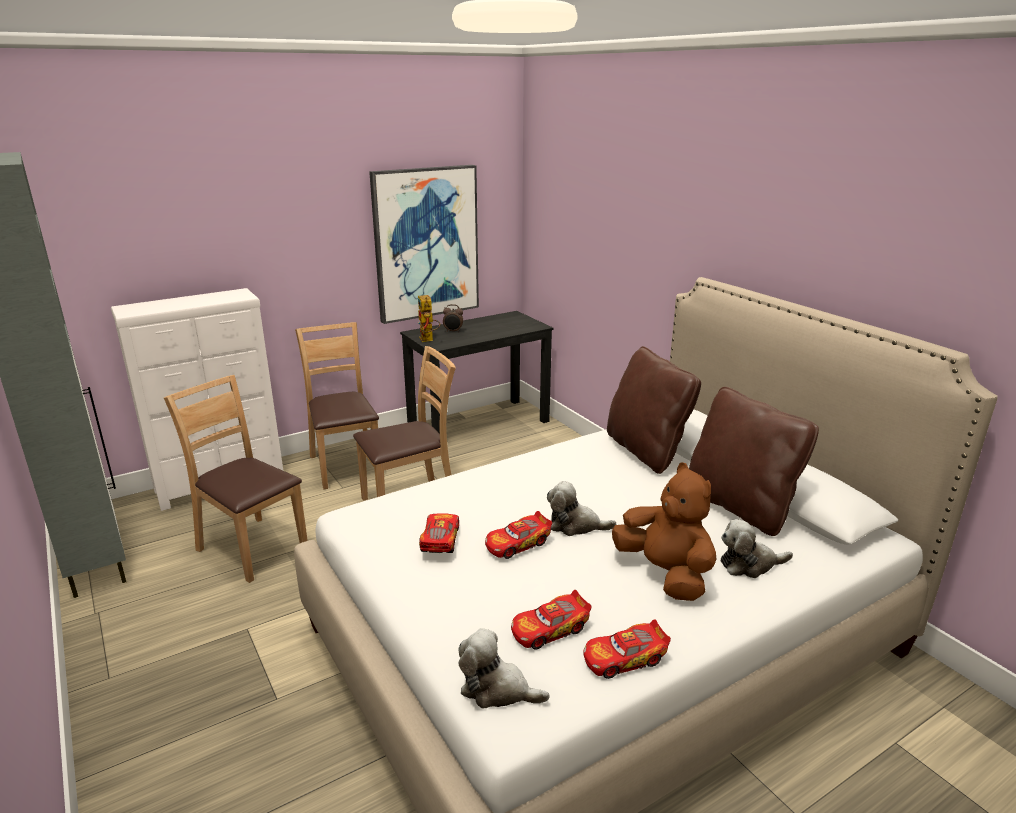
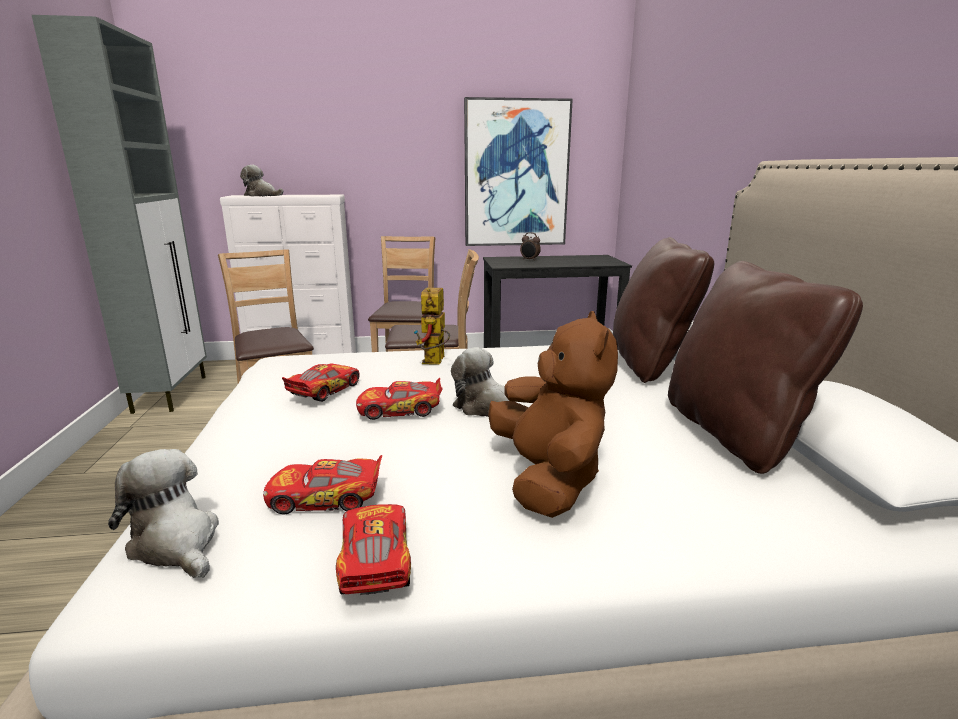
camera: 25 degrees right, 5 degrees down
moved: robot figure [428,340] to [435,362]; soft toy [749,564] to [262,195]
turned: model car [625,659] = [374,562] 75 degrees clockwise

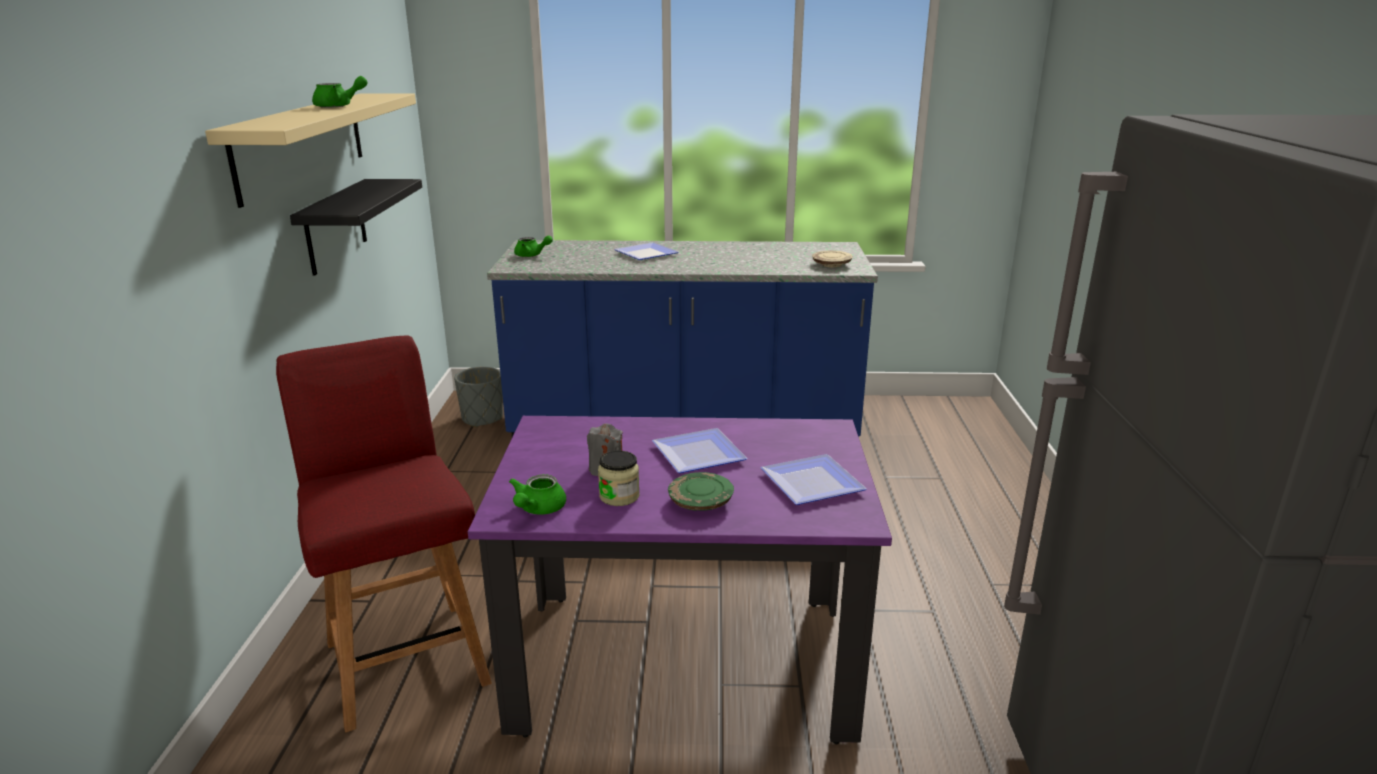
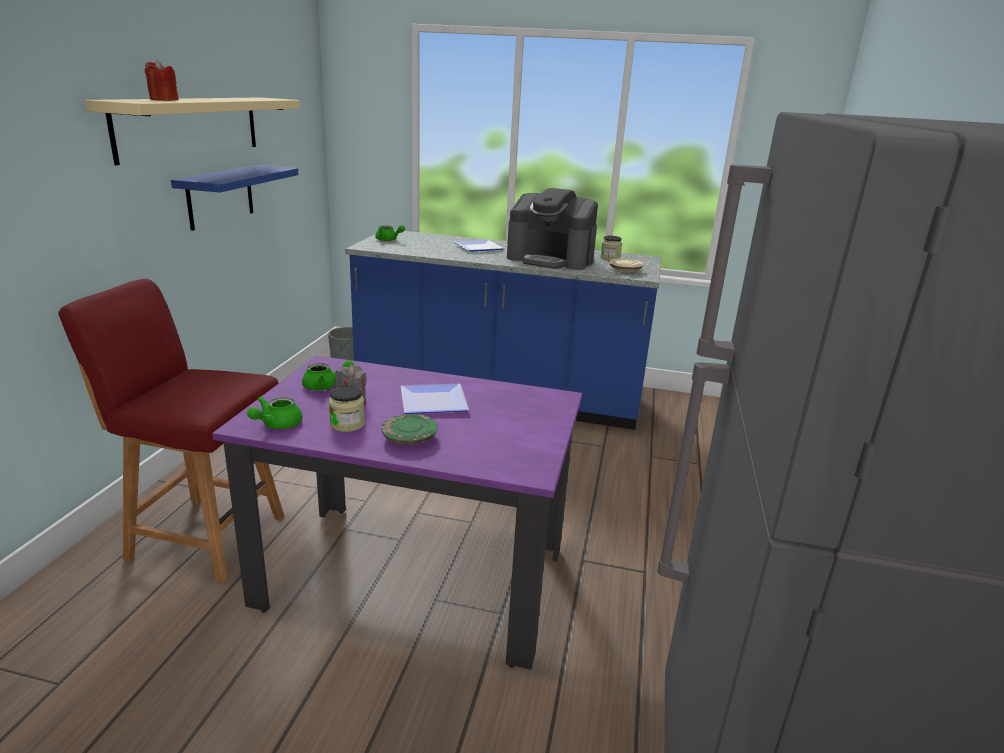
camera: 10 degrees right, 0 degrees up
removed: dinner plate [810,485]
added: wax light in reddish [163,100]; coffee machine [551,259]; preserve jar [610,258]
moved: pot for tea in green [338,106] to [325,386]
recoloured: bracket shelf in black [335,226] to bracket shelf in bluish [220,196]
turned: upright chair in reddish [406,659] = [204,536] 60 degrees counterclockwise

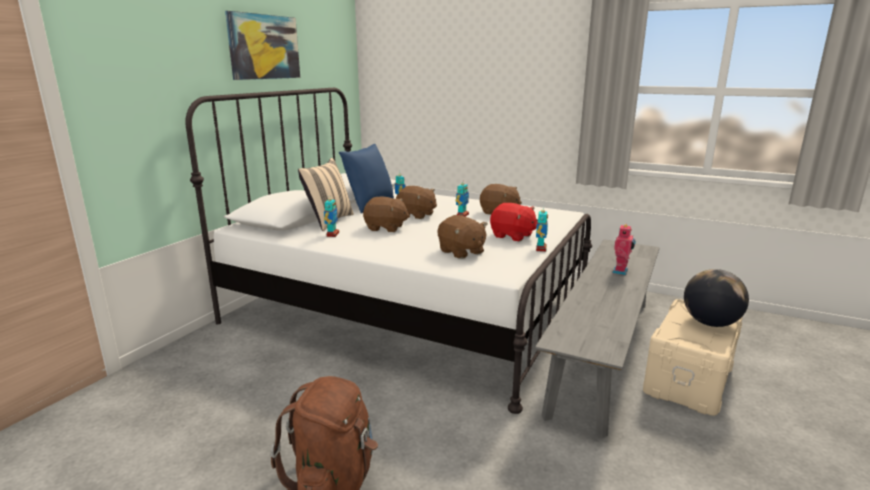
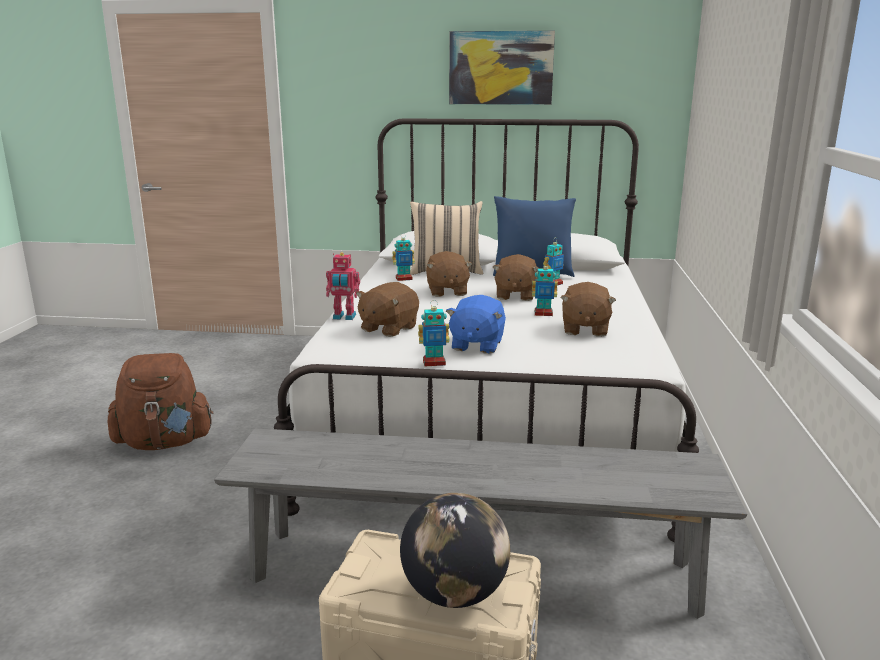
camera: 70 degrees right, 0 degrees up
moved: robot figure [621,271] to [344,317]
recoloured: soft toy in reddish [512,236] to soft toy in bluish [476,345]

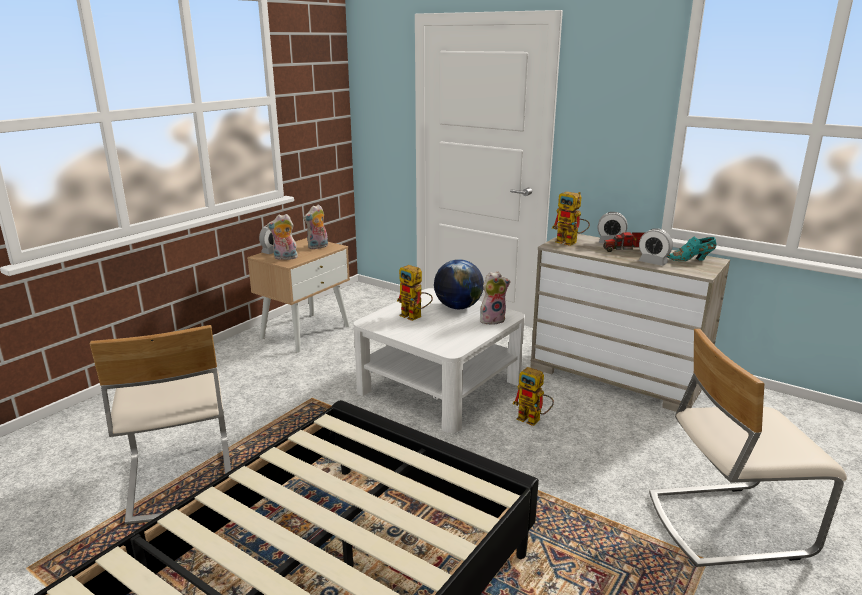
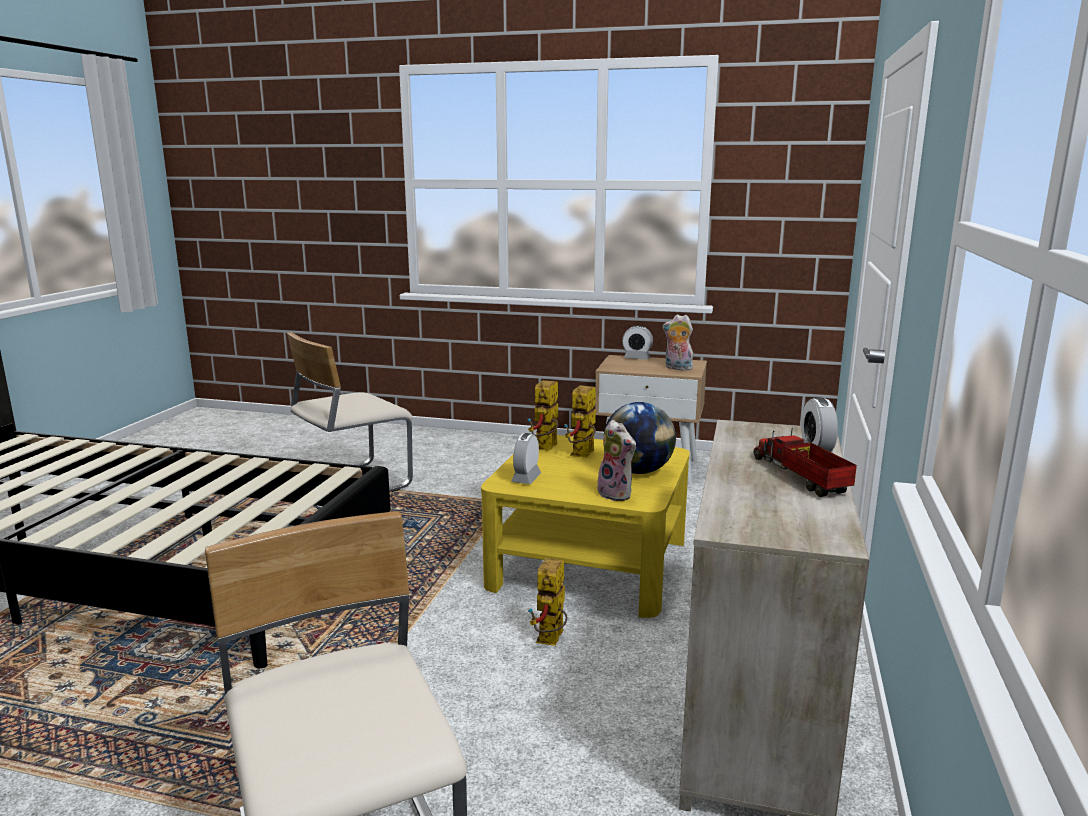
camera: 70 degrees right, 5 degrees down
removed: soft toy [285,258]; low shoe in turquoise [691,260]
moved: robot figure [571,243] to [546,448]; table clock [653,262] to [526,478]
recoloured: lounge table in white-coloured [441,386] to lounge table in yellowish [590,563]

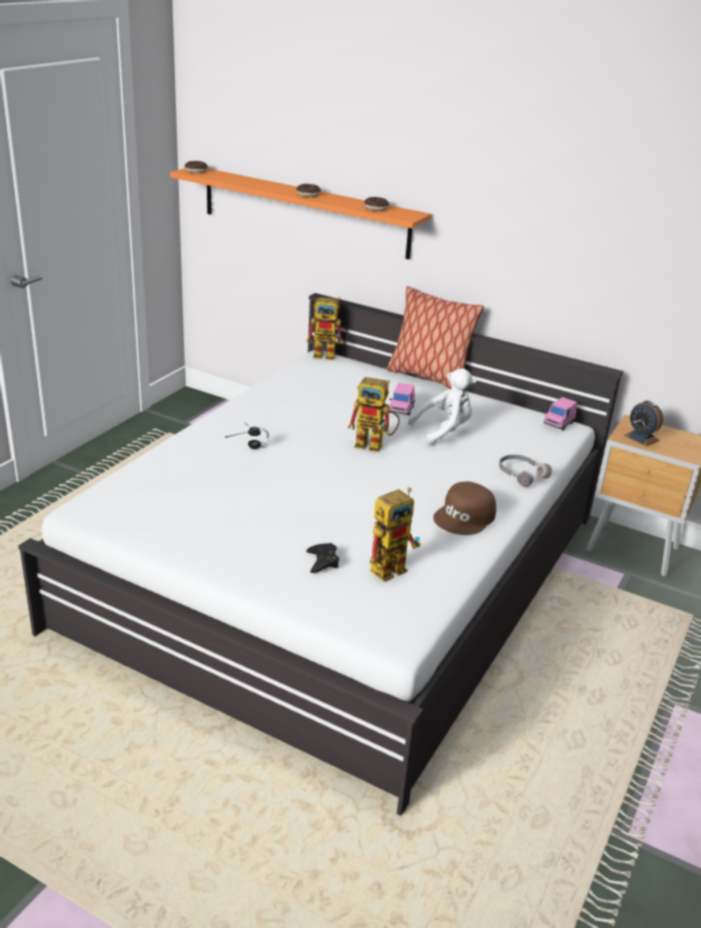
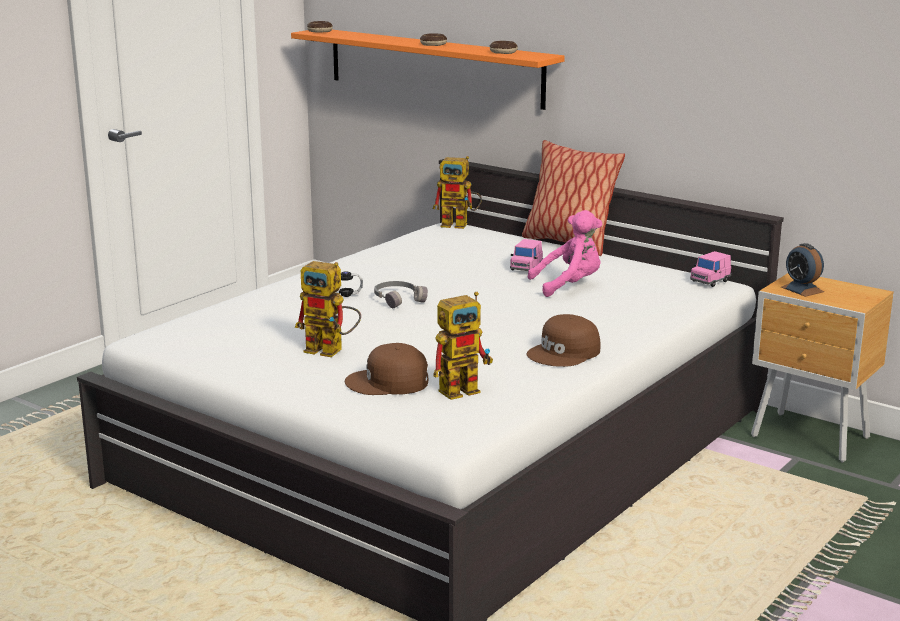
camera: 10 degrees right, 10 degrees down
moved: robot figure [375,445] to [332,350]; headphones in grey [521,474] to [398,299]
replaced: gamepad in black [322,561] to peaked cap in brown-coloured [388,382]
recoloured: soft toy in white-coloured [444,431] to soft toy in pinkish [569,286]

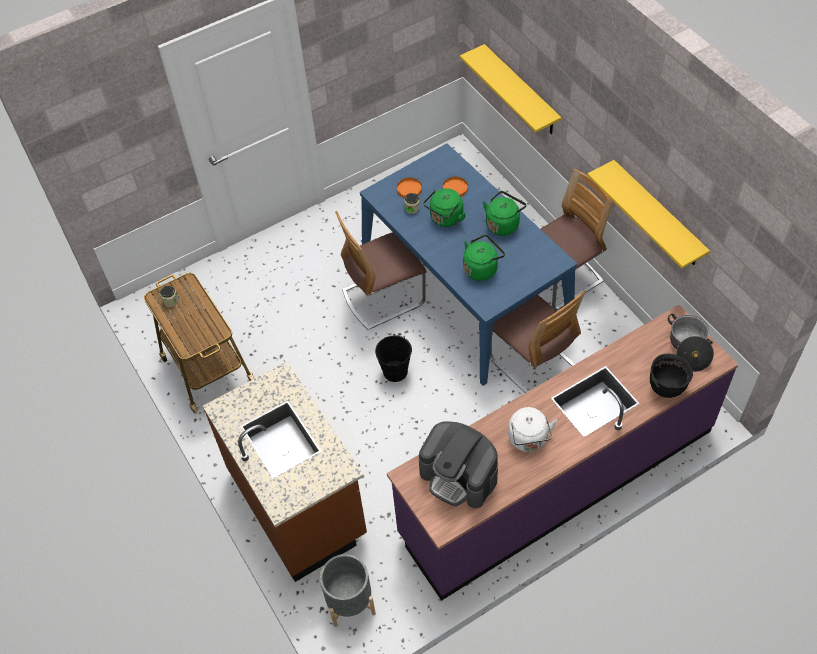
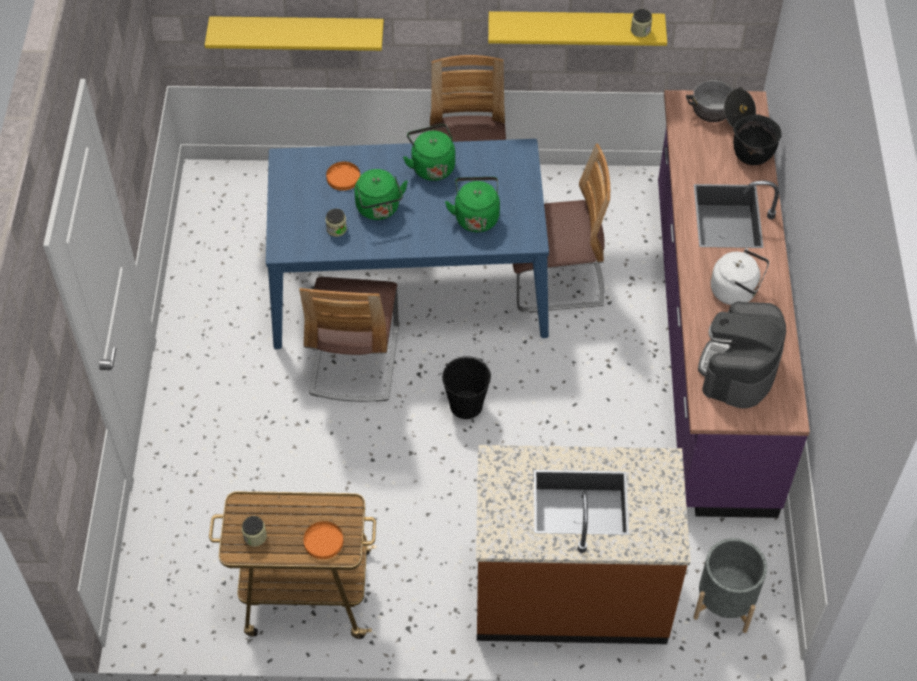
camera: 60 degrees left, 0 degrees up
added: preserve jar [640,30]
moved: dinner plate in orange [409,189] to [323,541]
turned: coffee machine [459,476] = [738,370] 135 degrees clockwise

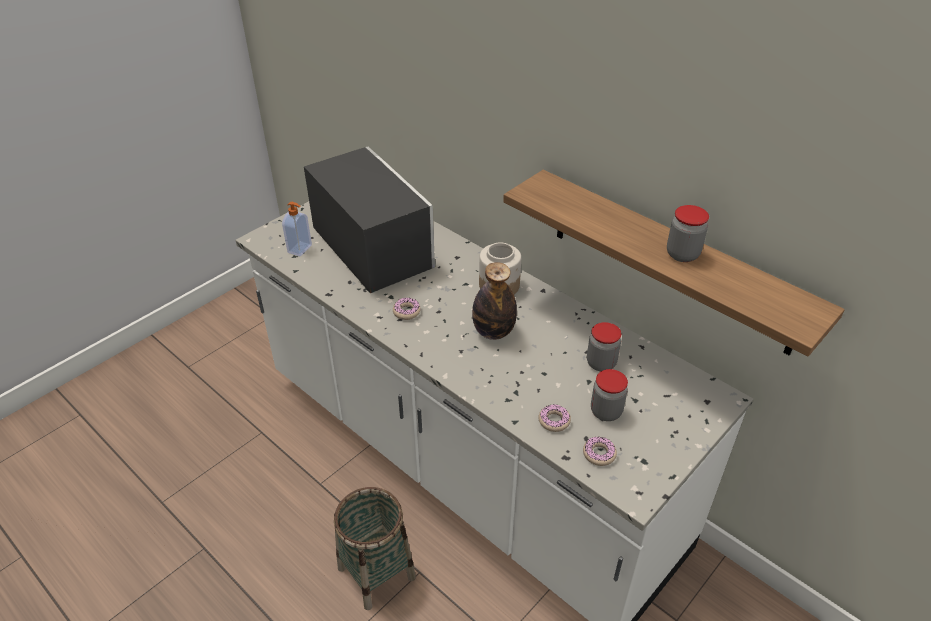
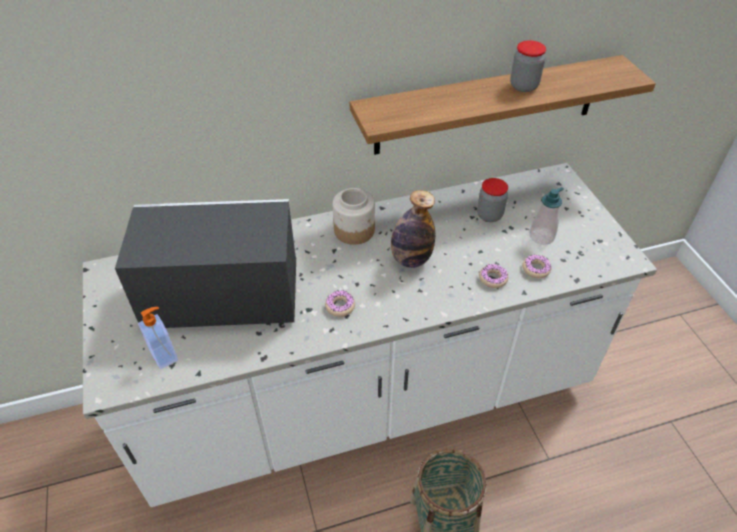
camera: 60 degrees left, 5 degrees up
moved: donut [599,454] to [493,278]
replaced: preserve jar [606,411] to soap dispenser [541,237]

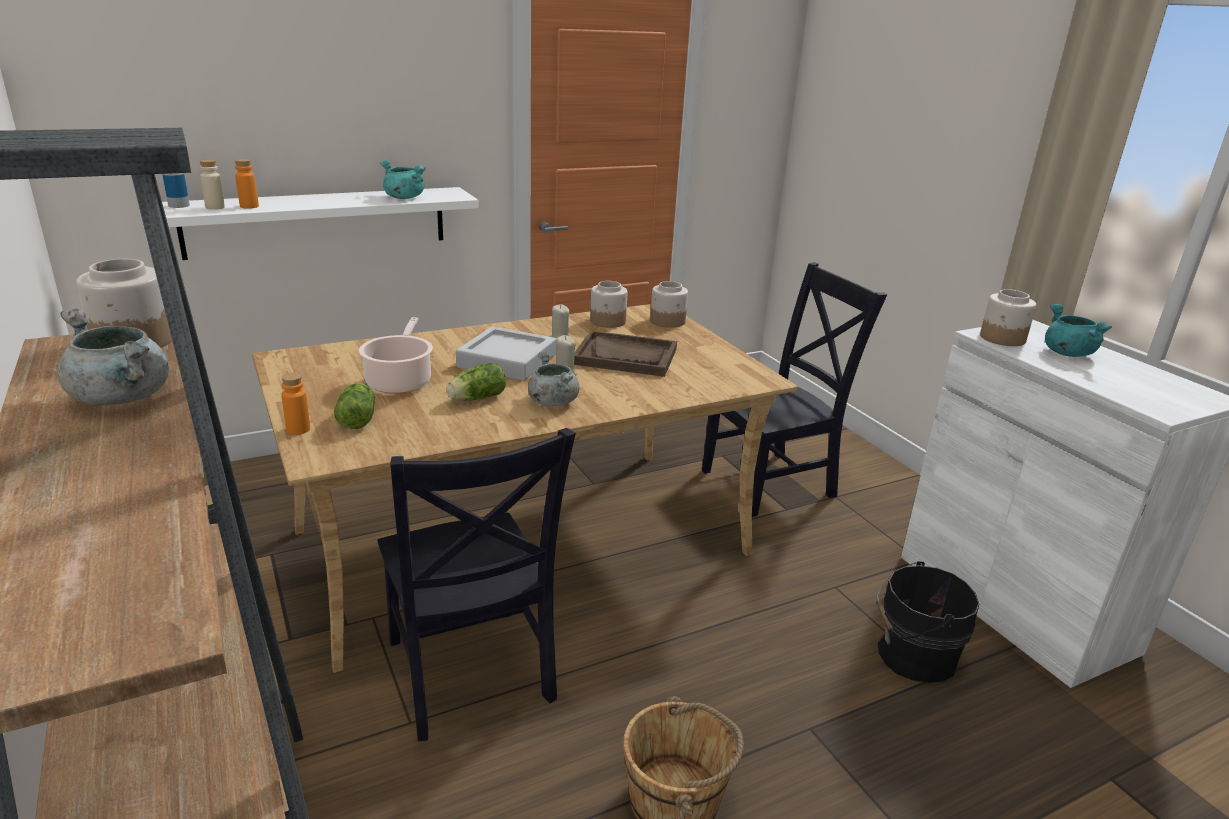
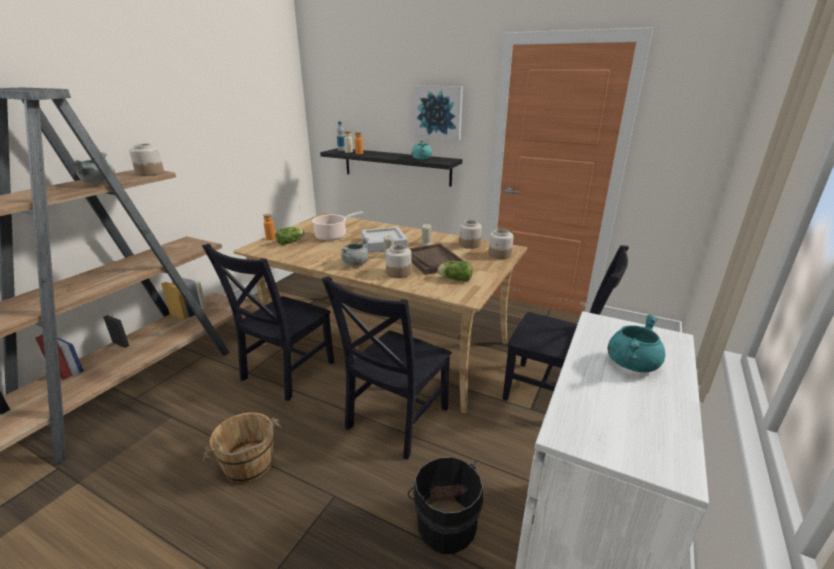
camera: 55 degrees right, 0 degrees up
added: upright chair in black [395,420]; picture [438,112]
moved: lettuce [475,398] to [454,279]; preserve jar [1002,338] to [398,273]
recoloured: bracket shelf in white-coloured [317,222] to bracket shelf in black [396,166]

